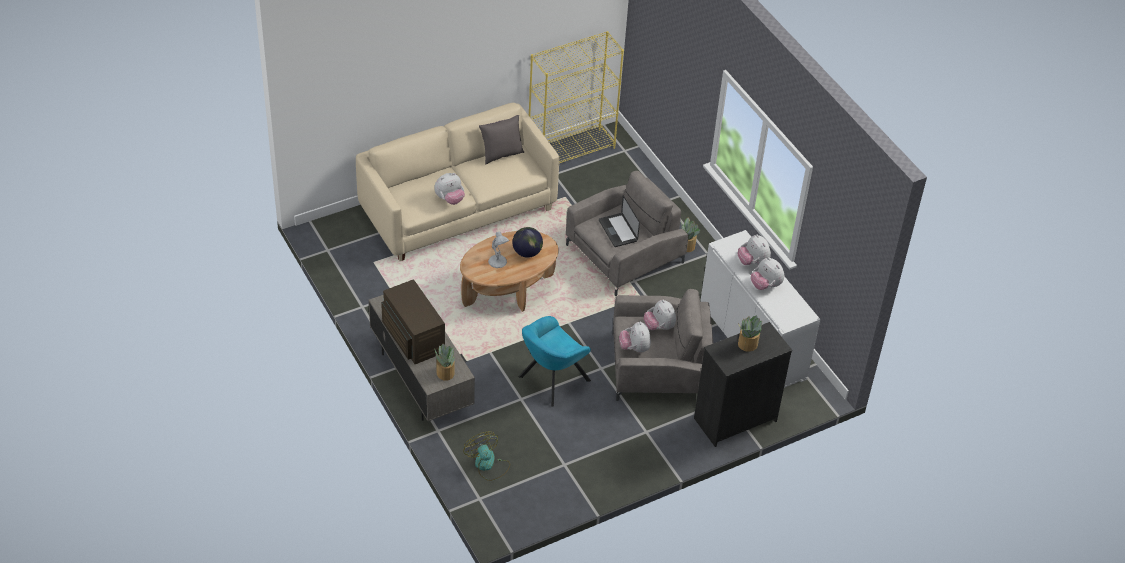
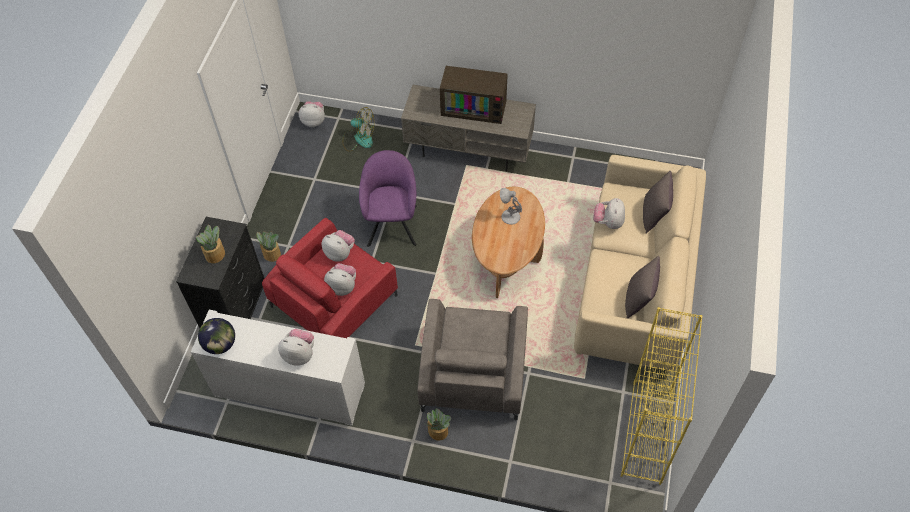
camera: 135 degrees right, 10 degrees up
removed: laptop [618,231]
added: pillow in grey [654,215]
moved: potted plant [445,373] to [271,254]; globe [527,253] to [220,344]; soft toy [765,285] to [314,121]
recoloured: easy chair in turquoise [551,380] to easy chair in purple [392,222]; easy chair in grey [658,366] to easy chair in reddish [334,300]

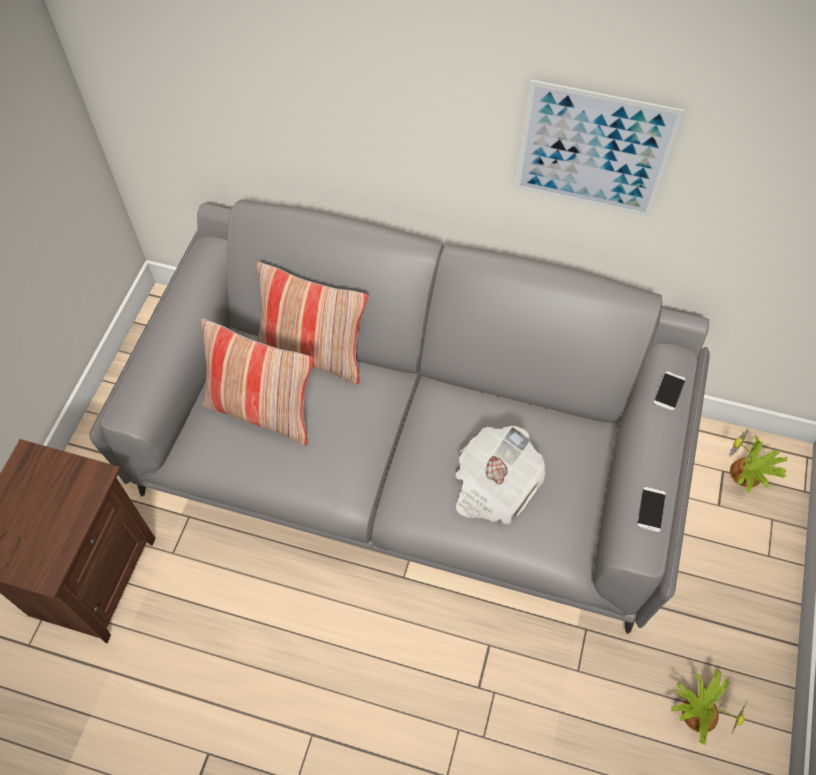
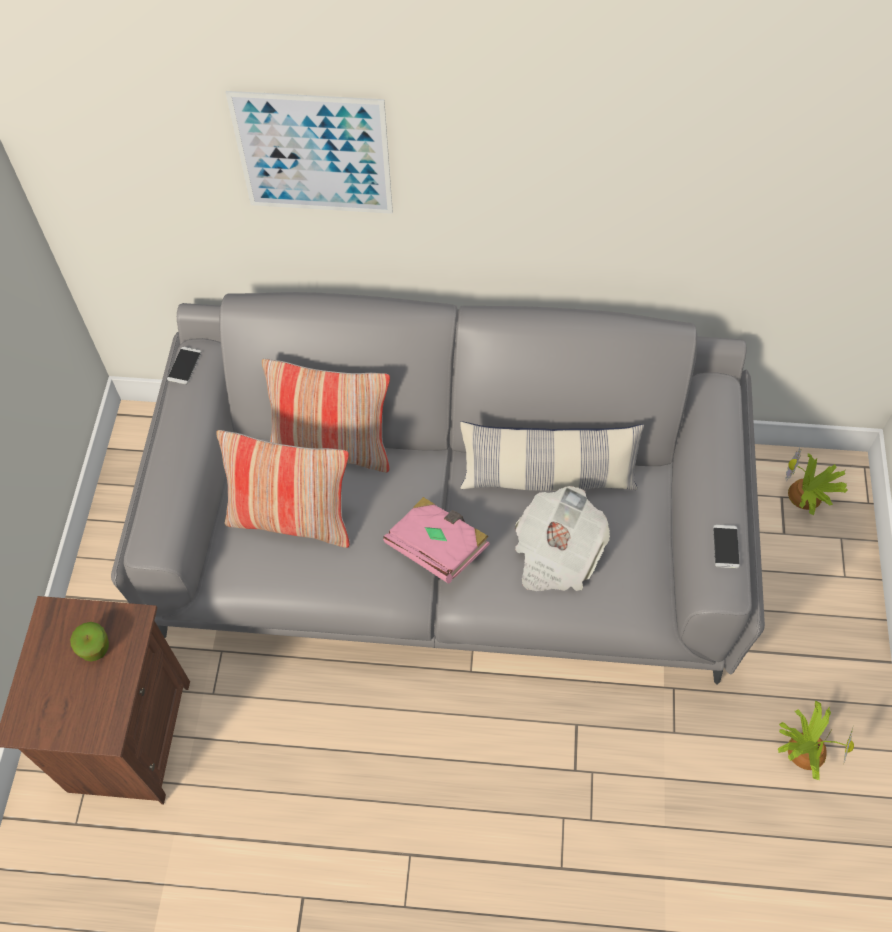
camera: 10 degrees left, 0 degrees up
added: apple fruit [95,648]; book in pinkish [437,547]; pillow [548,478]
moved: picture [593,151] to [313,154]; phone [669,391] to [184,366]

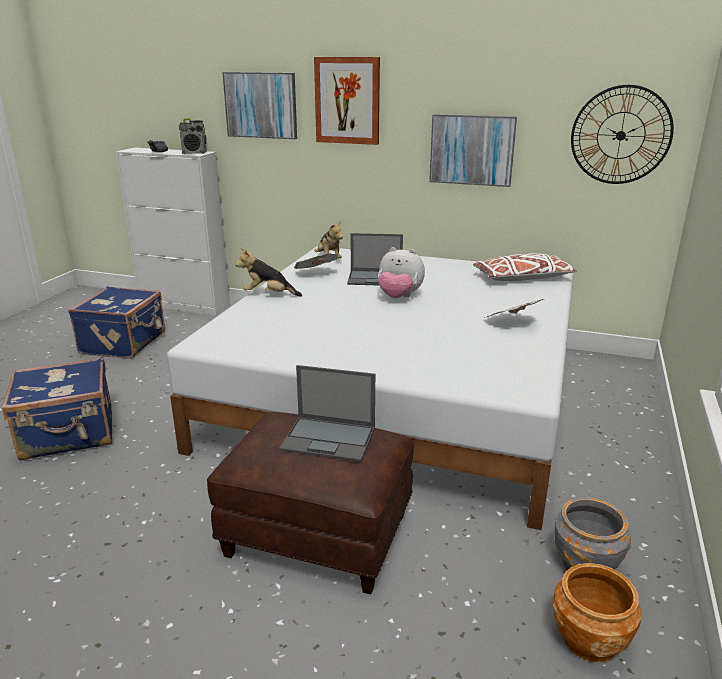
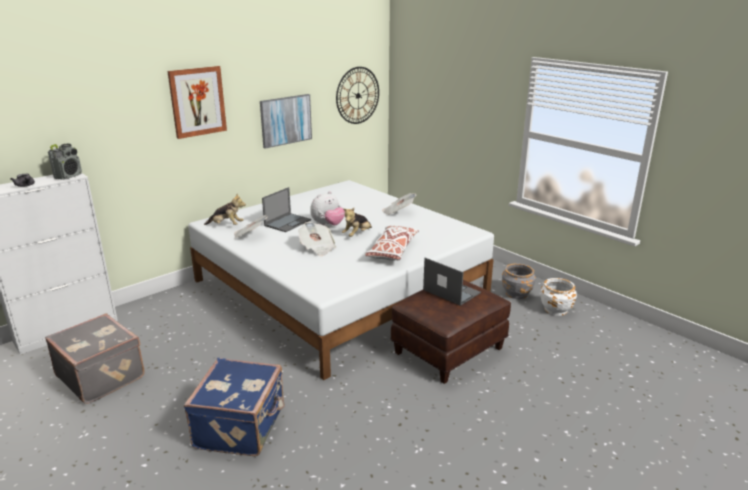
camera: 60 degrees left, 0 degrees up
removed: picture [261,105]
added: newspaper [317,248]
moved: soft toy [268,295] to [357,234]; pillow in white-coloured [522,278] to [392,250]
recoloured: piece of luggage in bluish [125,343] to piece of luggage in grey [102,376]; flower pot in brown-coloured [589,639] to flower pot in white-coloured [555,309]
turned: laptop [330,439] = [450,291] 90 degrees counterclockwise

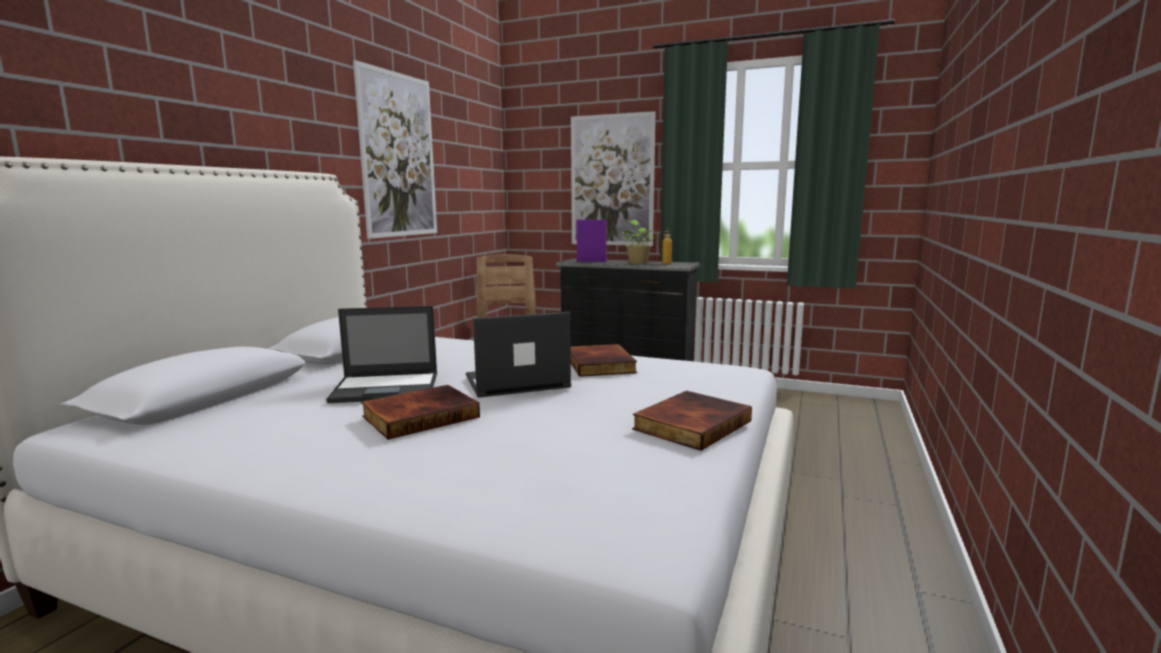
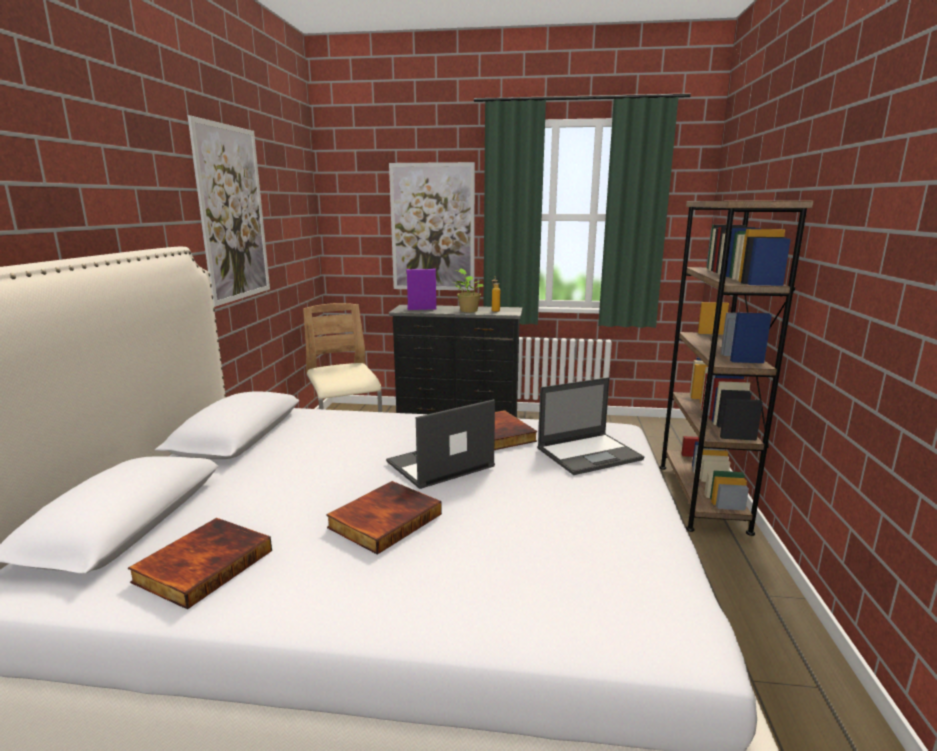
camera: 15 degrees left, 5 degrees up
added: shelving unit in brown-coloured [701,497]
moved: laptop [387,388] to [590,453]; book [691,424] to [203,565]

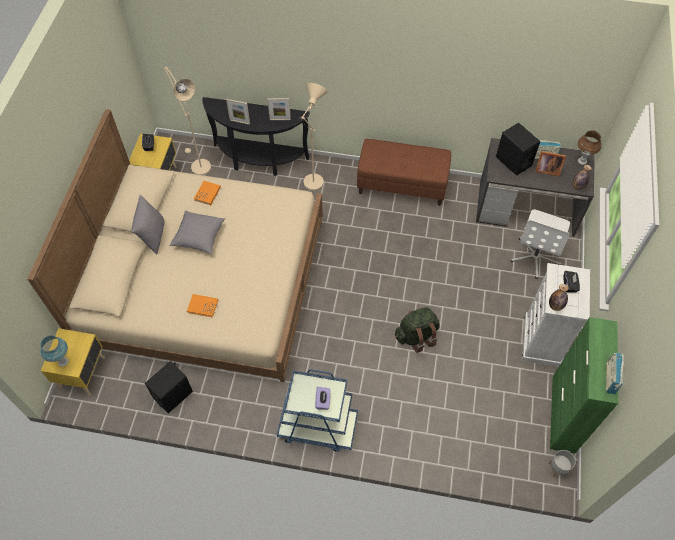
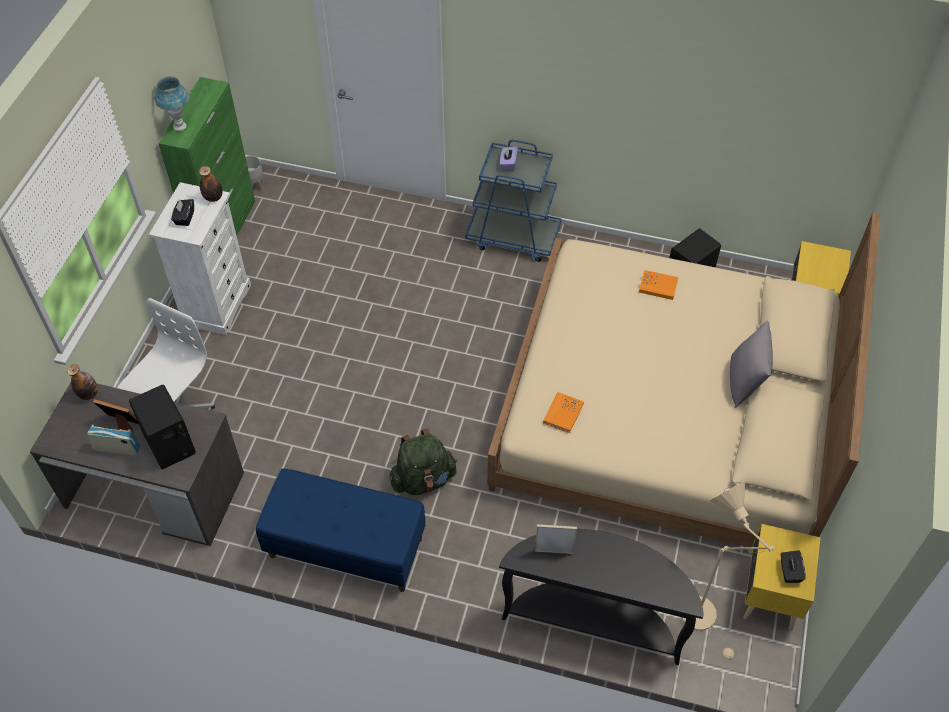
camera: 175 degrees left, 5 degrees down
removed: pillow in grey [199,237]; picture frame [240,122]; floor lamp in beige-coloured [313,185]; lamp for a table in brown-coloured [582,161]; radio set [610,377]
moved: lamp for a table in bluish [63,361] to [179,126]; book in orange [207,193] to [563,413]; backpack in green [416,336] to [423,479]
recoloured: indoor bench in brown-coloured [402,185] to indoor bench in bluish [345,548]

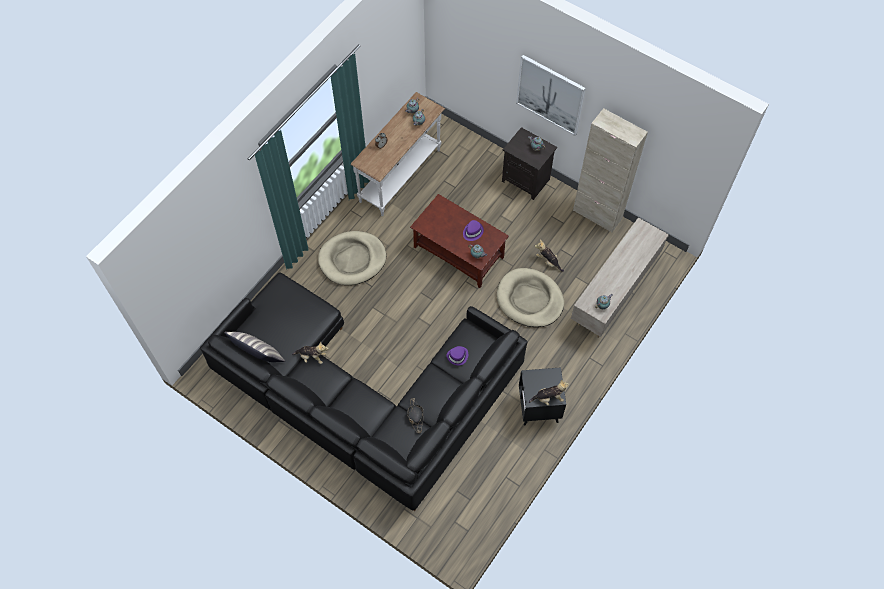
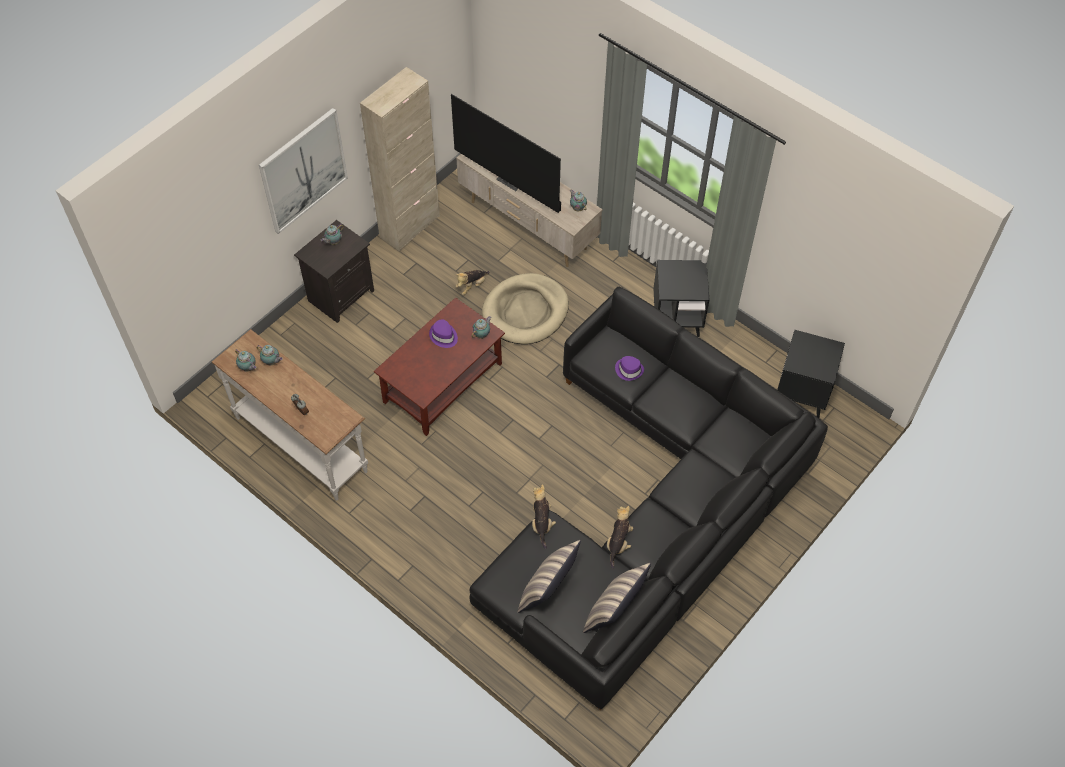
camera: 85 degrees left, 5 degrees down
removed: dog bed in beige-coloured [352,259]; hat in black [415,416]
added: television [511,180]; pillow [547,591]; accent table in black [801,394]
moved: soft toy [549,398] to [542,523]

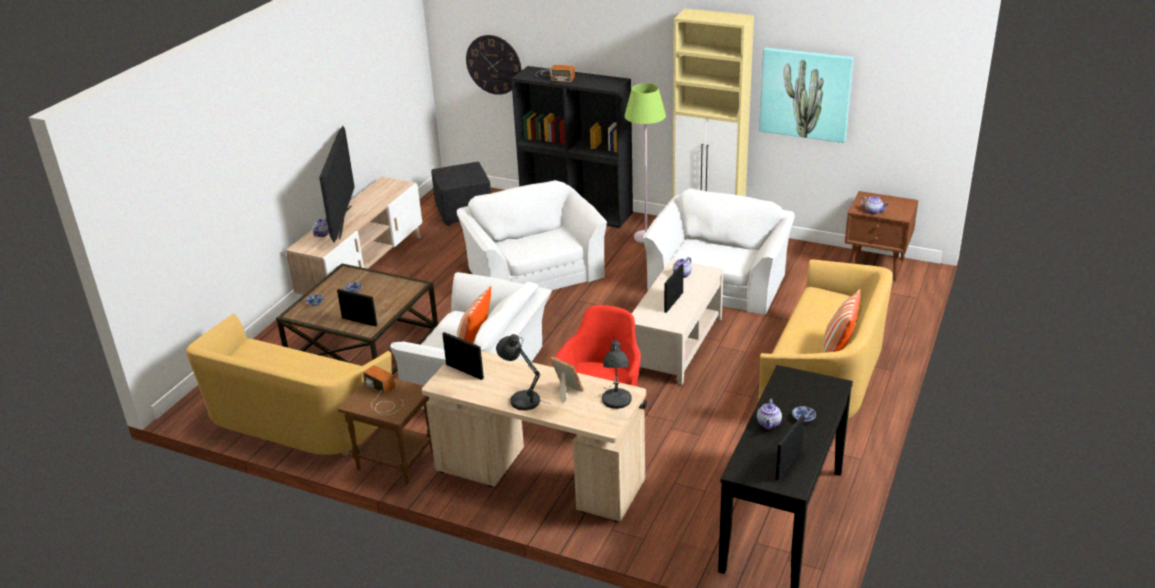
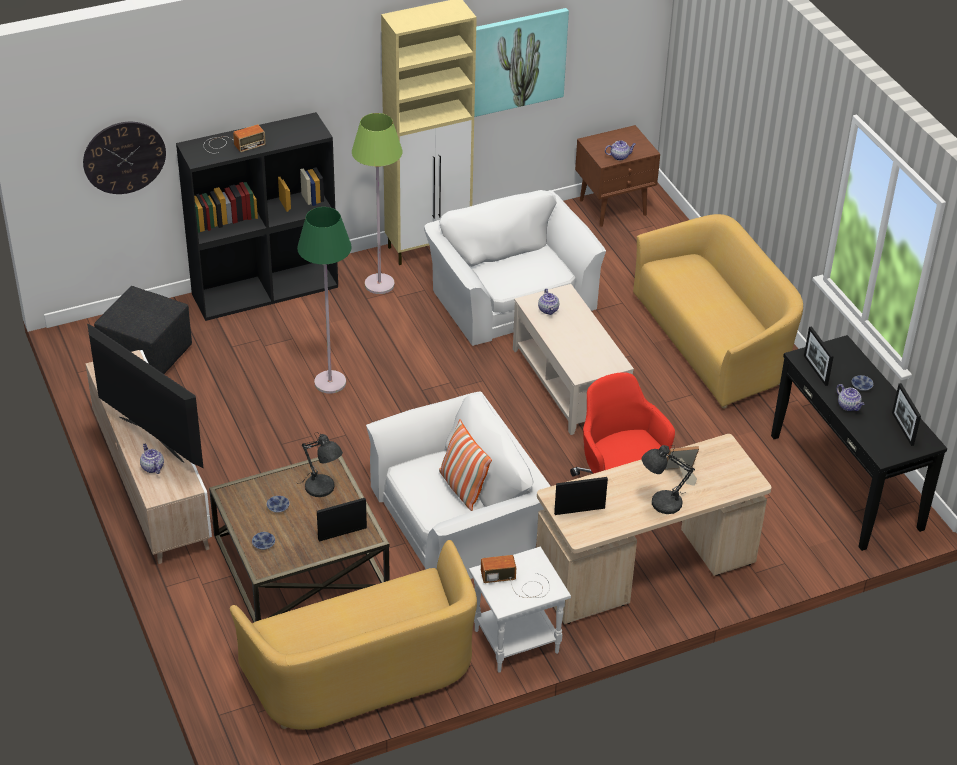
camera: 50 degrees left, 10 degrees up
removed: pillow [838,349]
moved: lamp for a table in grey [616,402] to [322,489]; picture frame [673,302] to [815,370]
replaced: easy chair in white-coloured [533,270] to floor lamp in green [330,382]
recoloured: accent table in brown-coloured [394,461] to accent table in white-coloured [516,643]

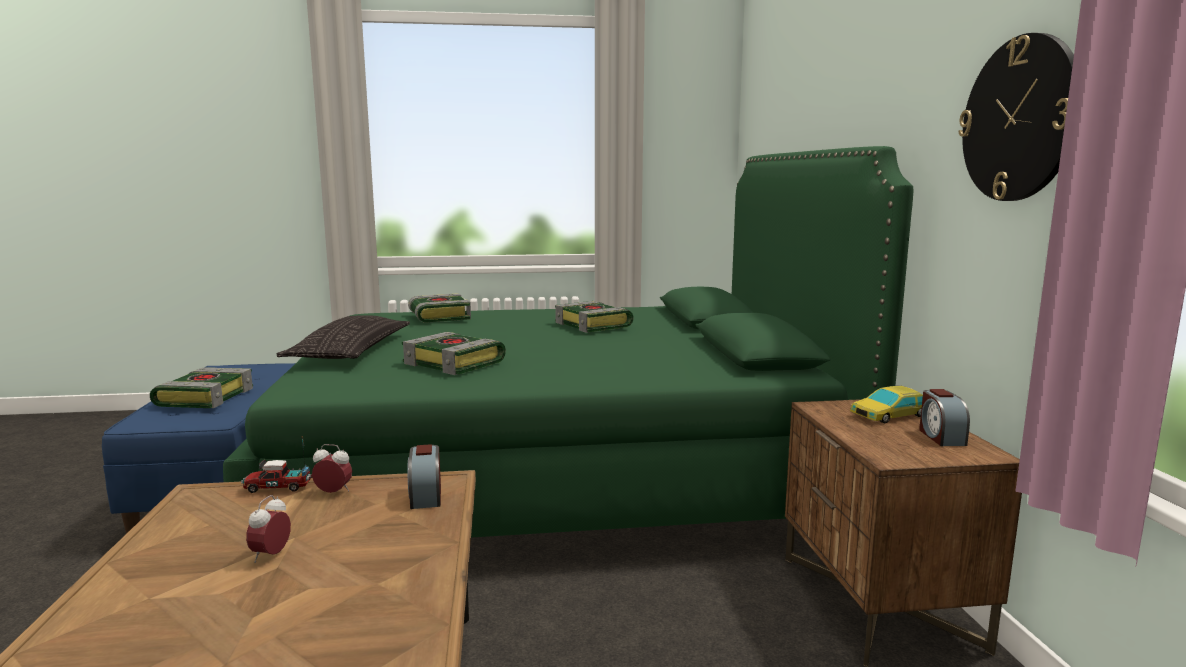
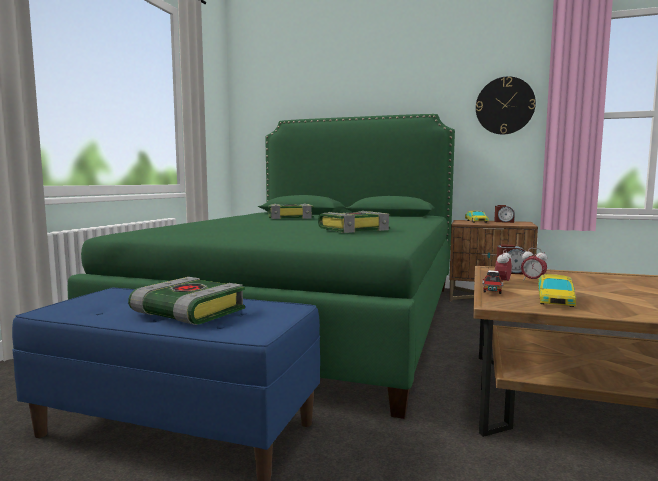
camera: 65 degrees left, 5 degrees down
removed: pillow [350,351]; book [438,317]
added: model car [555,299]
moved: table clock [271,555] to [533,281]

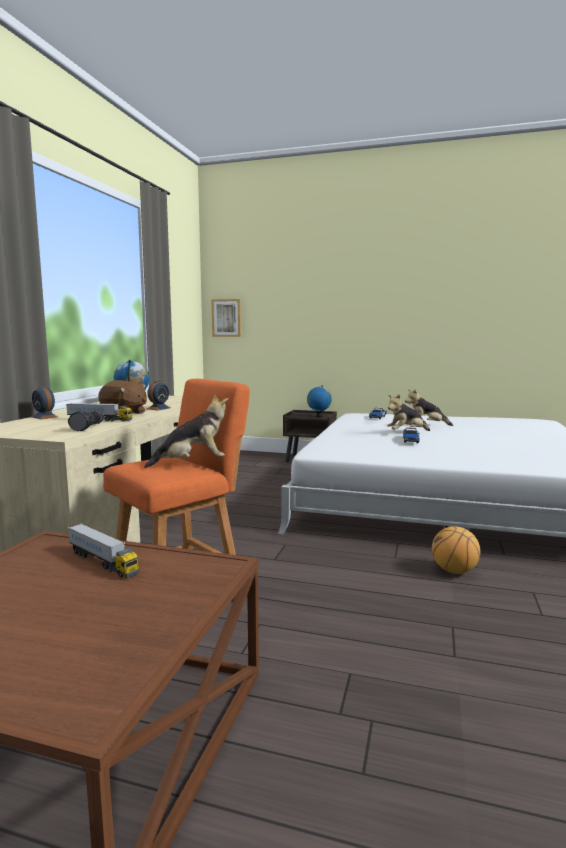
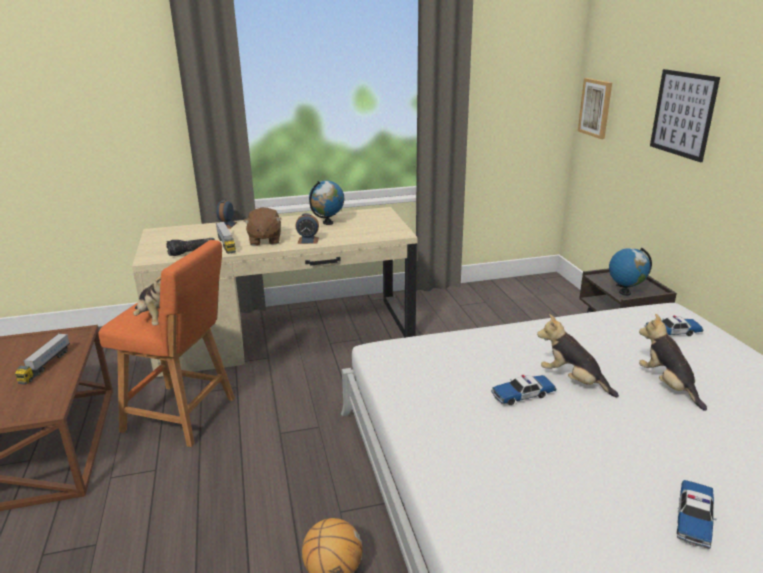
camera: 60 degrees right, 15 degrees up
added: picture [683,114]; model car [693,519]

